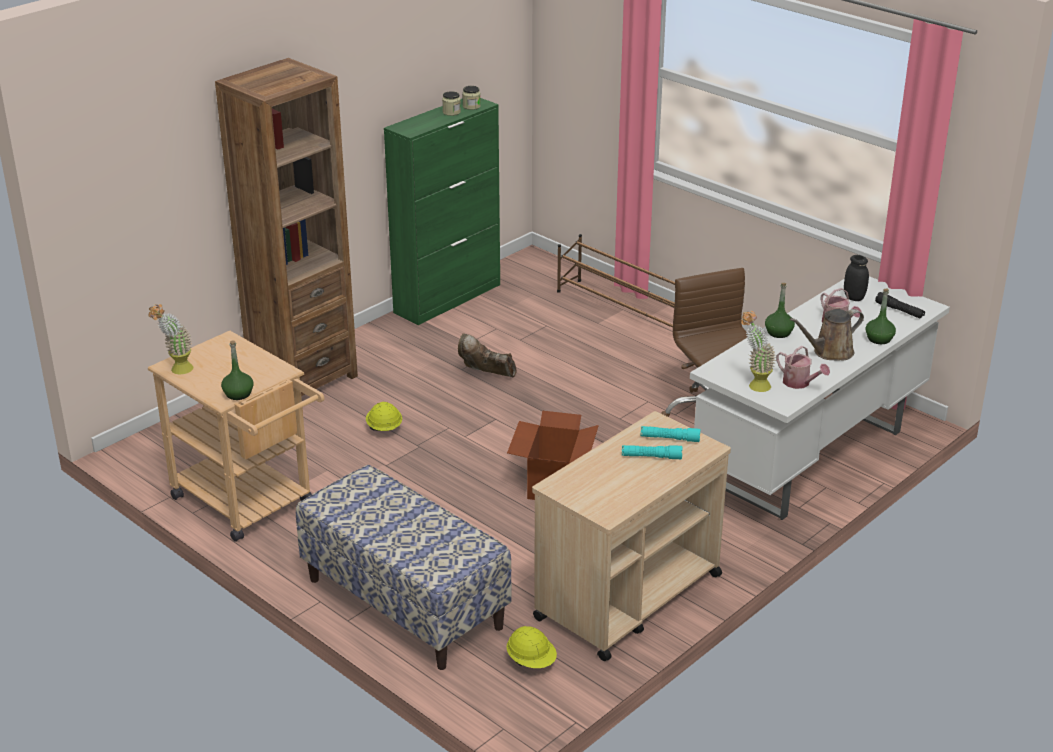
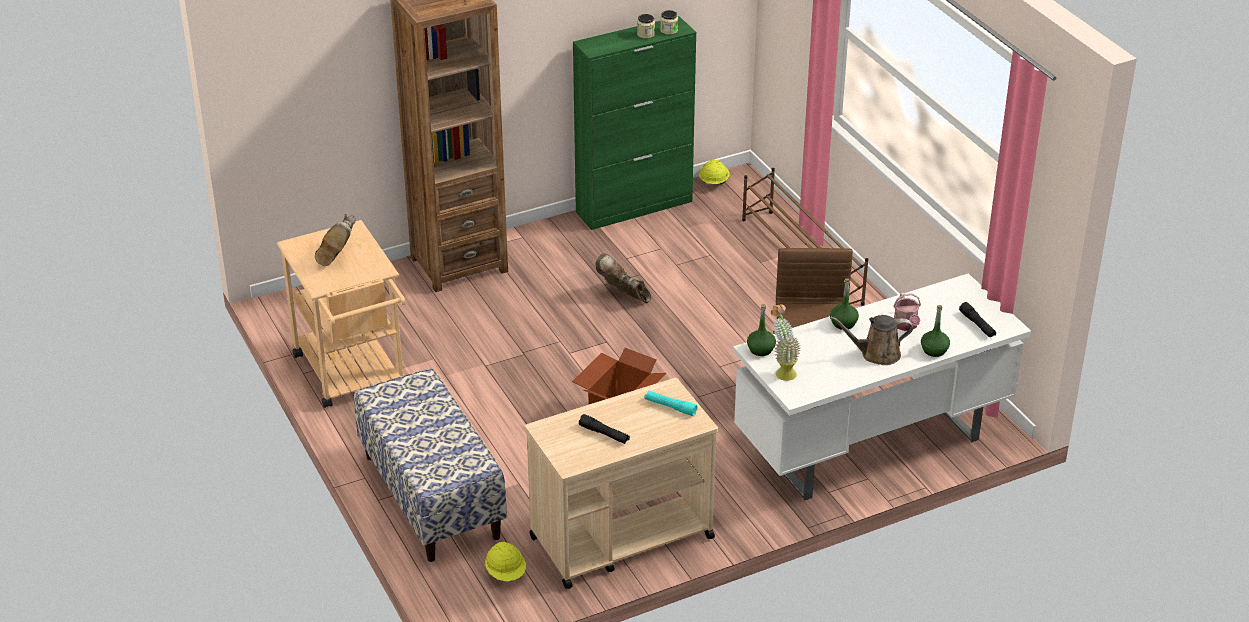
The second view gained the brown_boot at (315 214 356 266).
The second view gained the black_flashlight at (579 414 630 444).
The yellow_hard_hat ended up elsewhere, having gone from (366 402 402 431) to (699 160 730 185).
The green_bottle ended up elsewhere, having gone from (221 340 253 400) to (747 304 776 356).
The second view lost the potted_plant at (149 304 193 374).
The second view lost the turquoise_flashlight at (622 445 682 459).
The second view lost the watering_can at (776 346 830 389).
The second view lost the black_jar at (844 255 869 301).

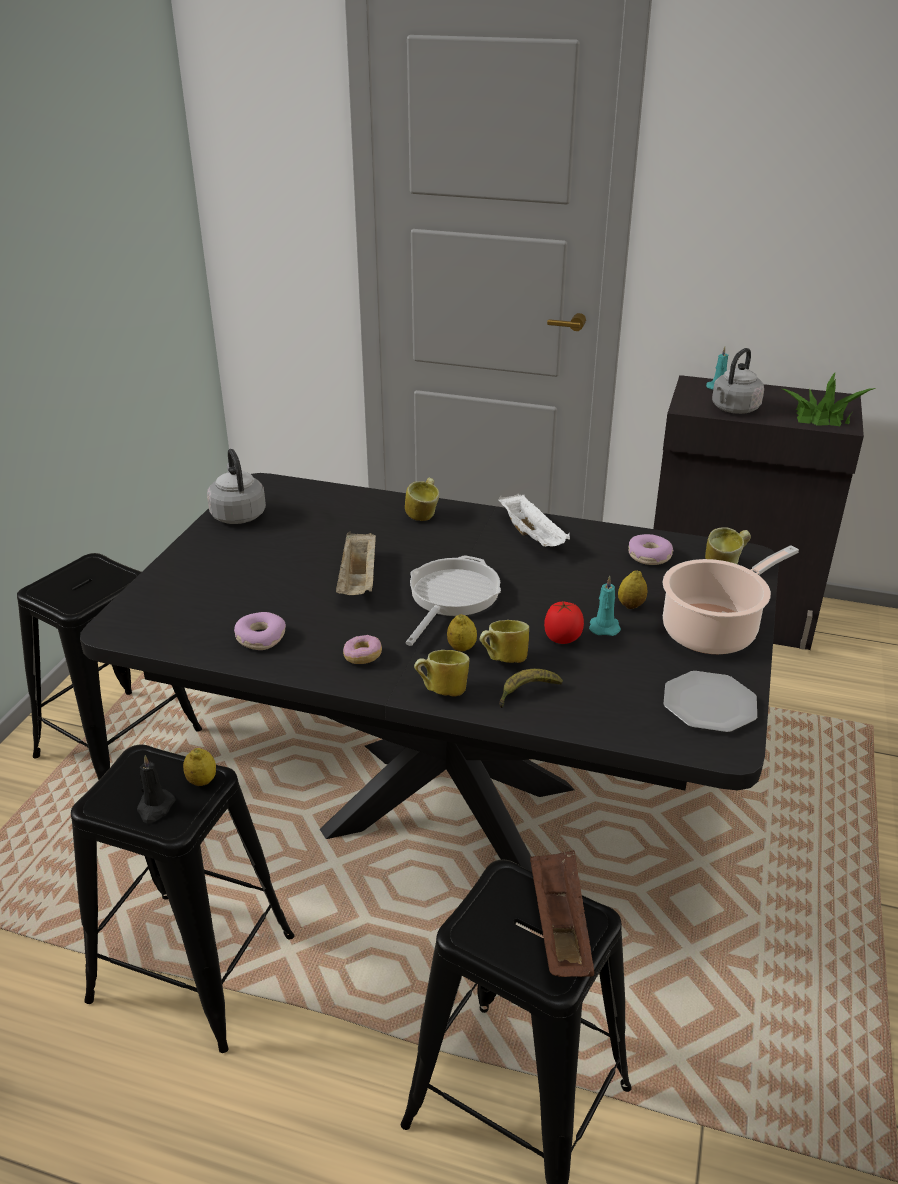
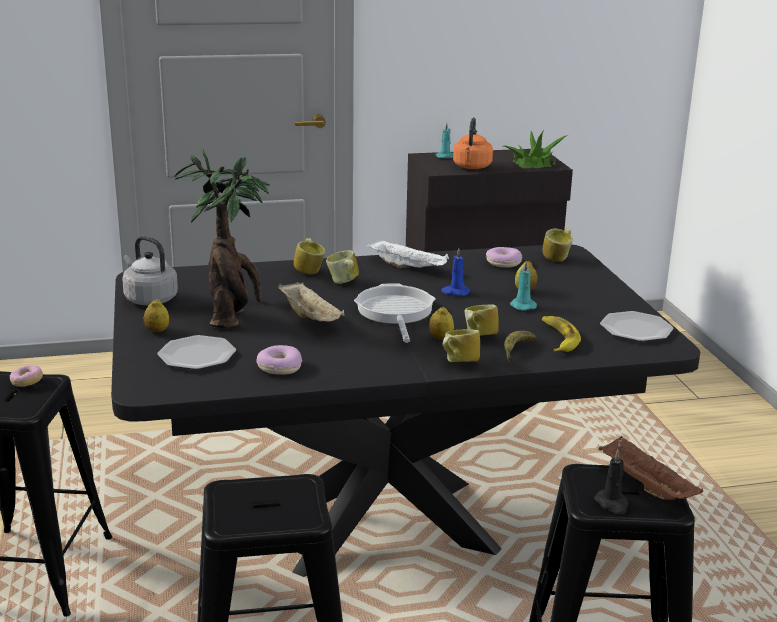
The donut ended up elsewhere, having gone from (343 635 382 664) to (10 365 43 387).
The lemon ended up elsewhere, having gone from (183 748 216 786) to (144 299 169 333).
The second view gained the plate at (157 335 236 370).
The second view gained the potted_plant at (174 146 270 328).
The second view gained the mug at (326 250 359 284).
The second view gained the blue_candle at (441 248 471 296).
What was the grey_kettle at (712 348 764 414) turned into the orange_kettle at (453 117 493 169).
The second view gained the banana at (542 316 581 352).
The black_candle ended up elsewhere, having gone from (137 755 175 823) to (594 450 629 514).
The second view lost the tomato at (544 602 584 644).
The second view lost the cooking_pot at (663 545 799 654).

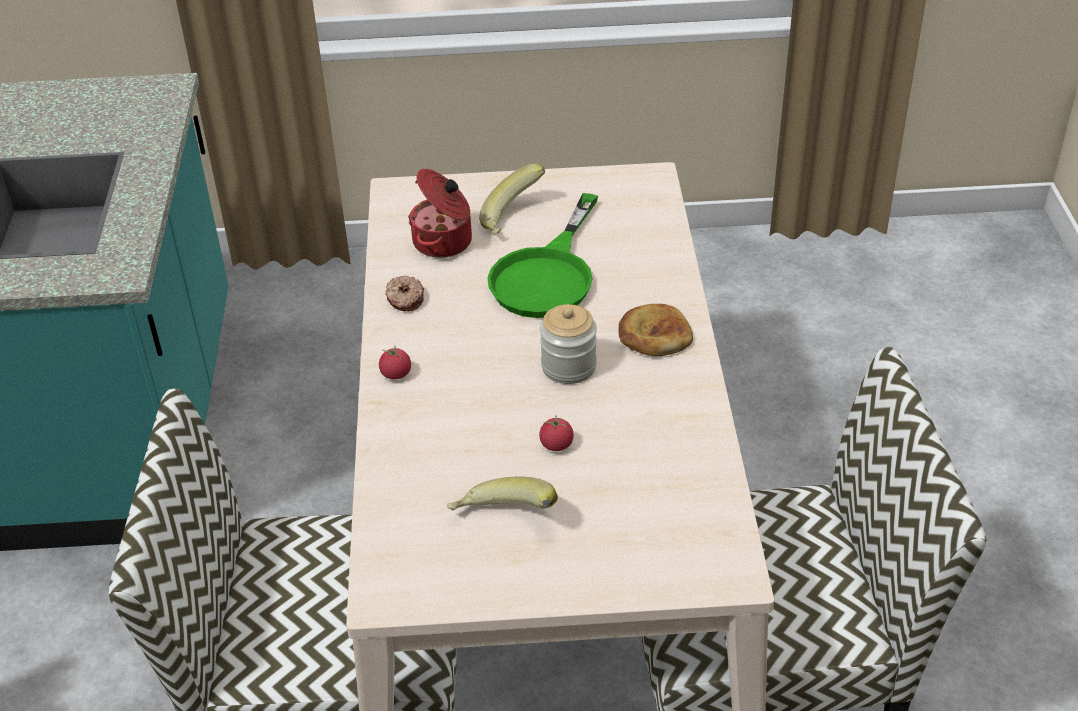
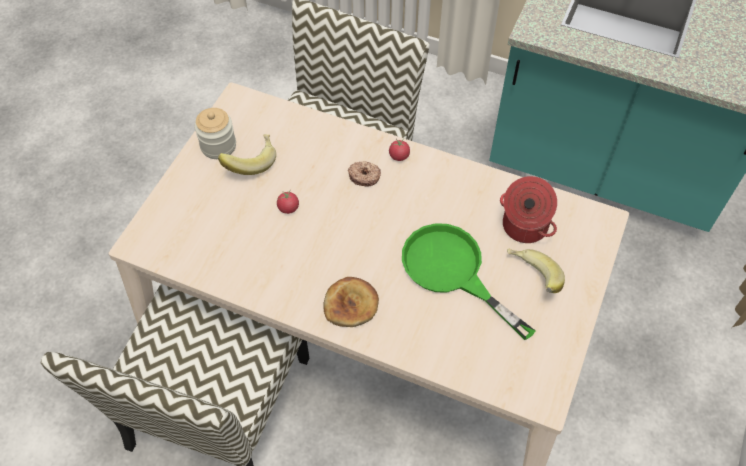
The jar ended up elsewhere, having gone from (540 304 597 384) to (195 108 236 159).
The donut ended up elsewhere, having gone from (386 276 424 312) to (348 162 381 187).

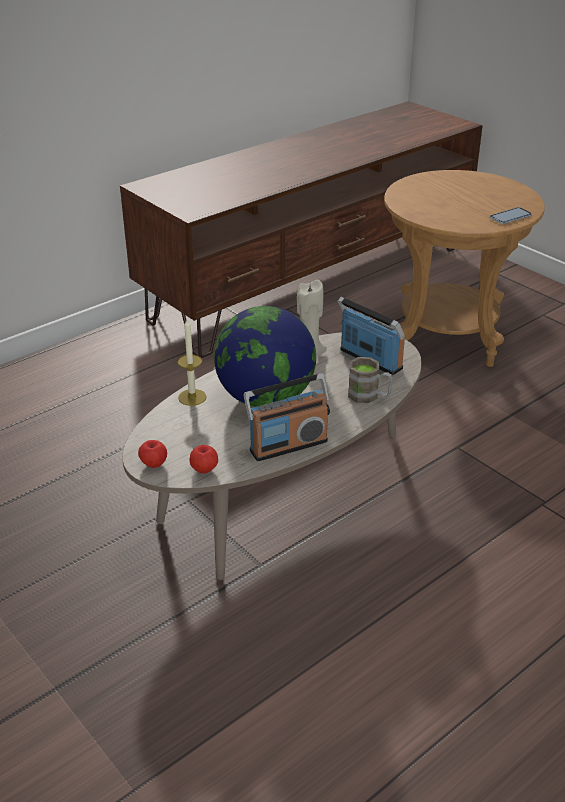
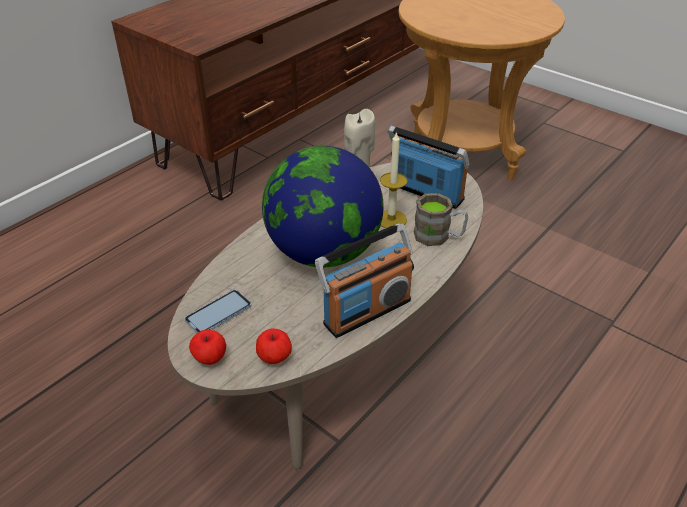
The phone ended up elsewhere, having gone from (489 207 532 224) to (184 290 251 333).
The candle ended up elsewhere, having gone from (178 319 207 406) to (380 131 408 228).

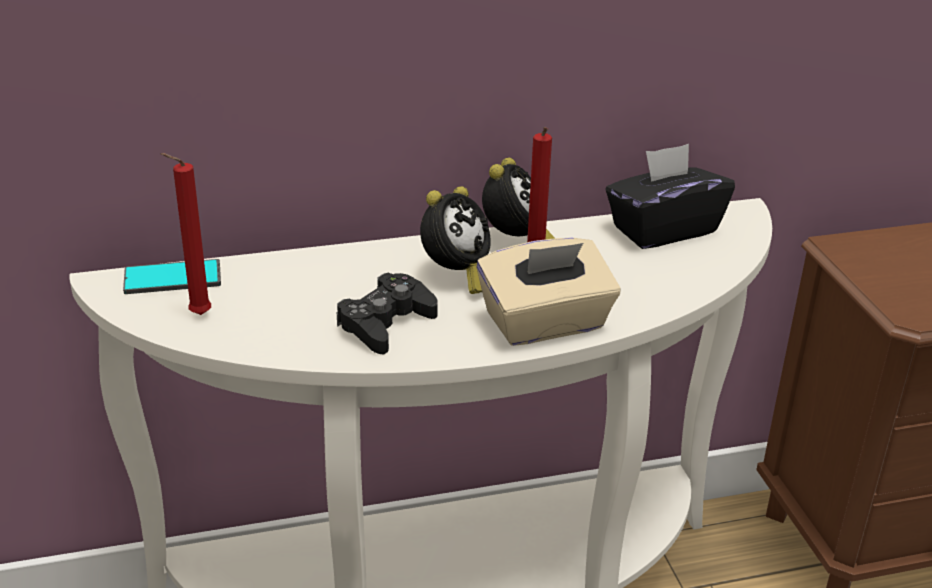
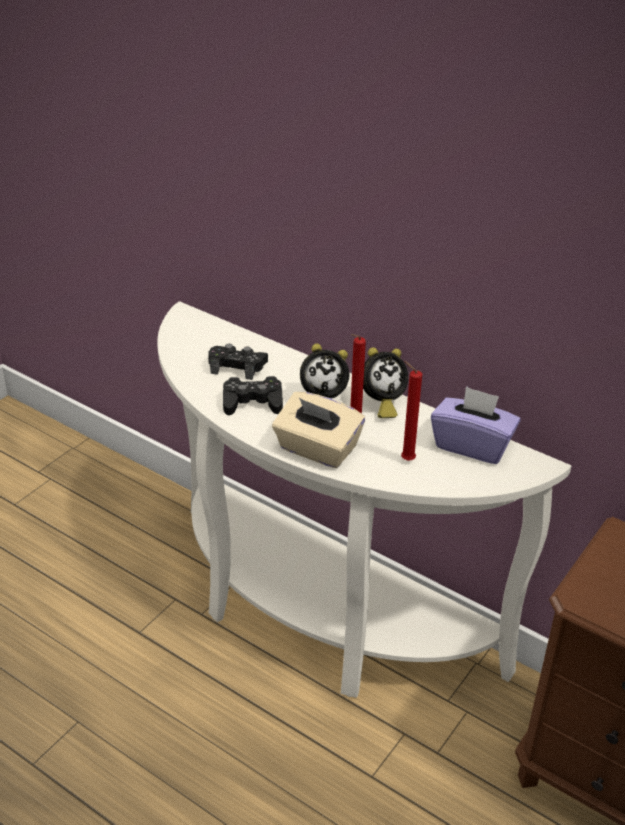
The second view gained the black_game_controller at (208 344 268 380).
The red_candle ended up elsewhere, having gone from (161 153 211 315) to (401 361 422 461).
What was the black_tissue_box at (606 144 735 249) turned into the purple_tissue_box at (431 386 521 464).
The second view lost the phone at (123 259 221 294).

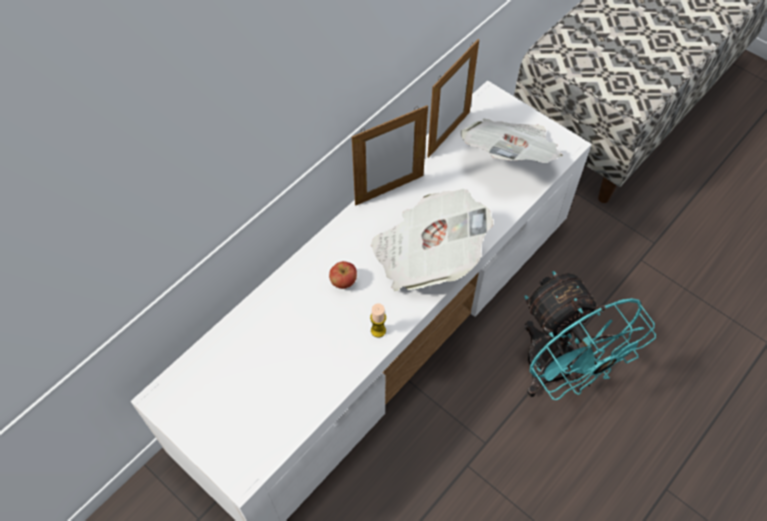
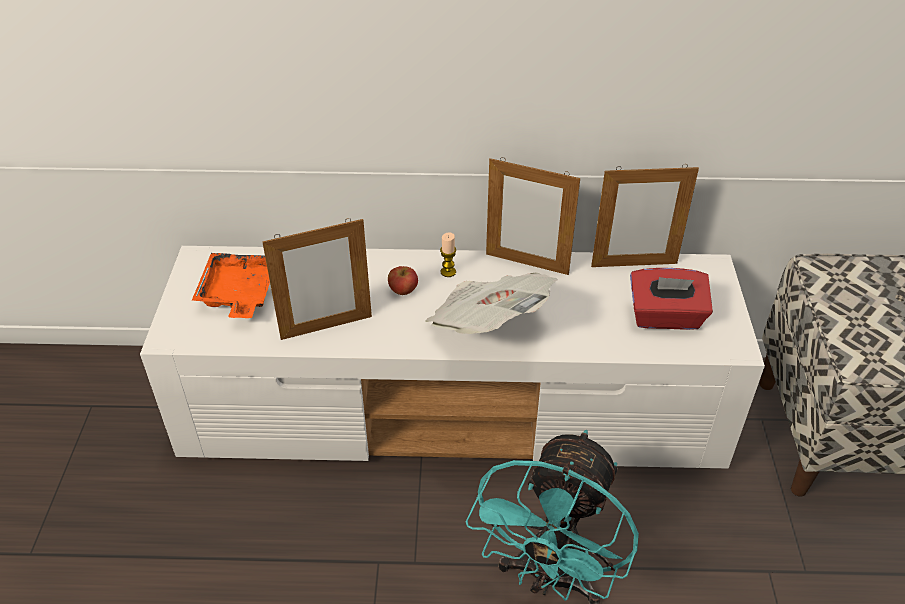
The second view gained the orange_tray at (192 253 270 318).
The second view gained the picture_frame at (262 218 372 340).
The candle ended up elsewhere, having gone from (370 303 386 338) to (440 232 456 277).
Where the newspaper stood at (460 119 563 163), the red_tissue_box came to stand at (630 268 713 330).

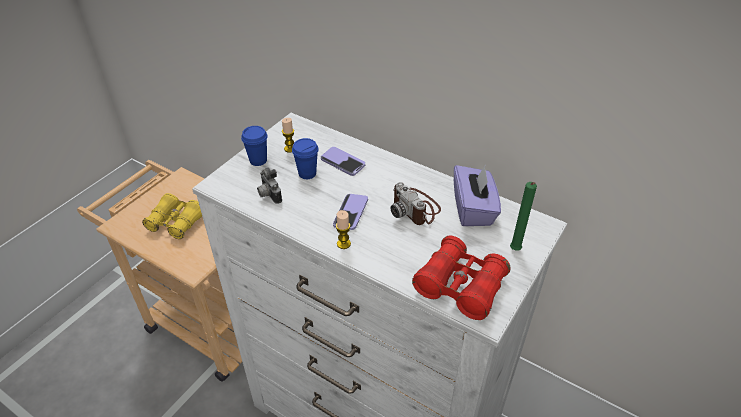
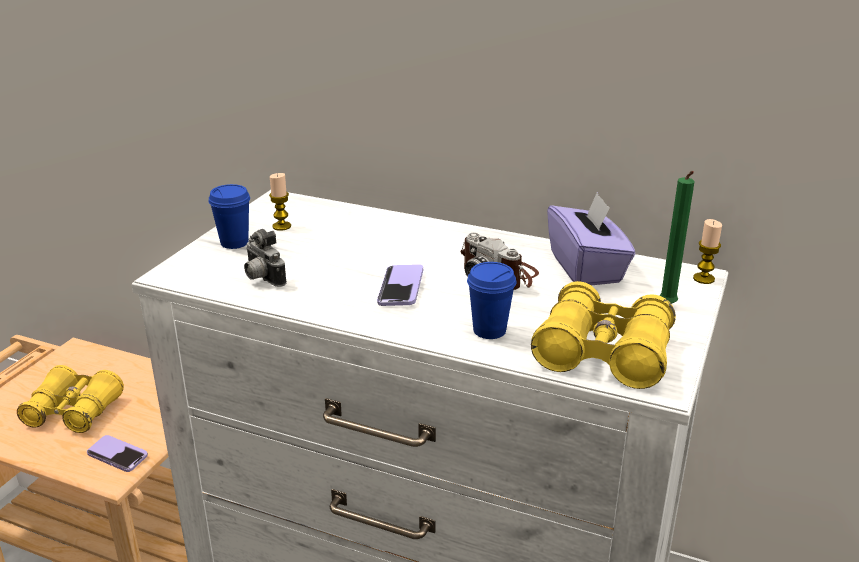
The phone ended up elsewhere, having gone from (321 147 365 176) to (87 435 148 472).
The blue_cup ended up elsewhere, having gone from (292 138 319 179) to (467 262 517 339).
What was the red_binoculars at (412 236 511 320) turned into the yellow_binoculars at (531 281 676 389).
The candle ended up elsewhere, having gone from (336 210 351 249) to (693 219 722 284).

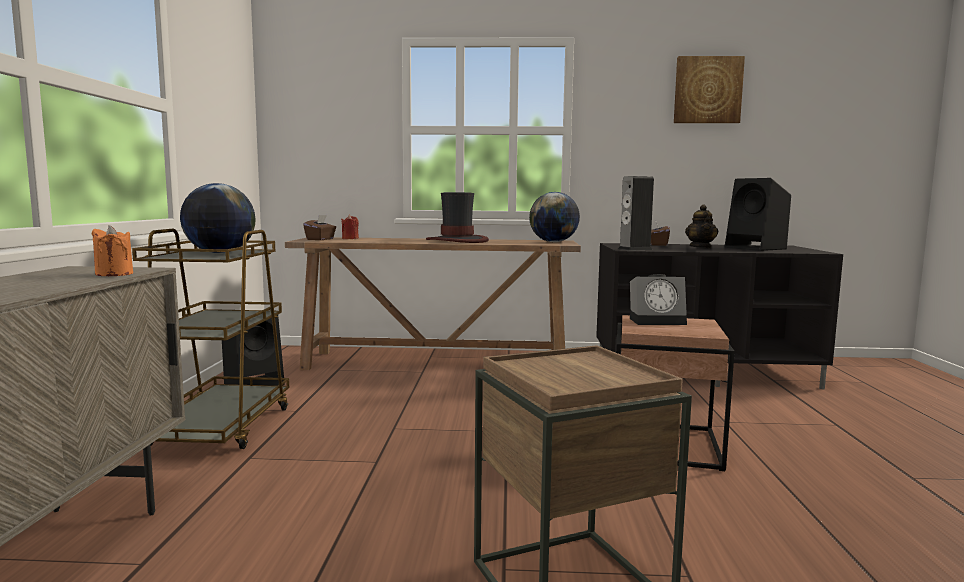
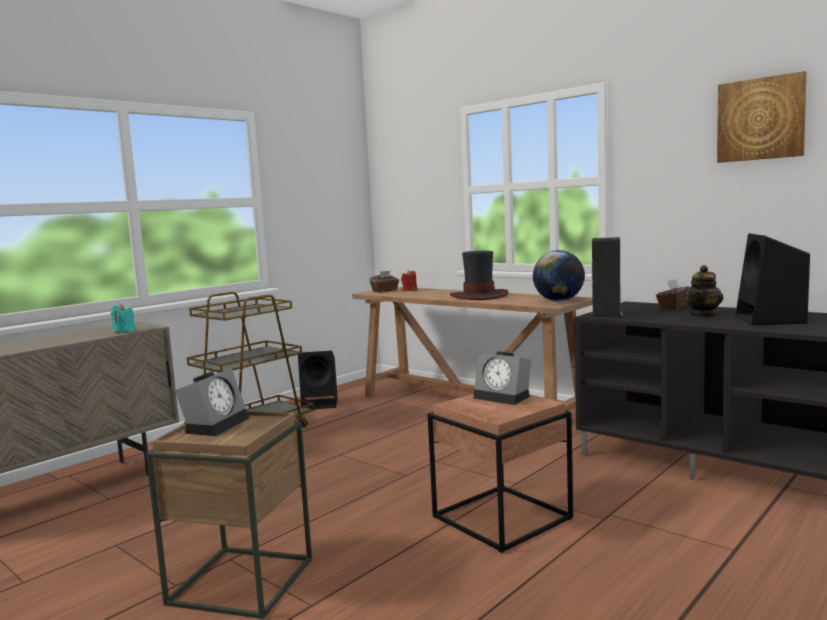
What was the orange_candle at (91 225 133 276) turned into the turquoise_candle at (111 304 135 334).
The second view gained the alarm_clock at (175 368 249 436).
The second view lost the globe at (180 183 256 253).

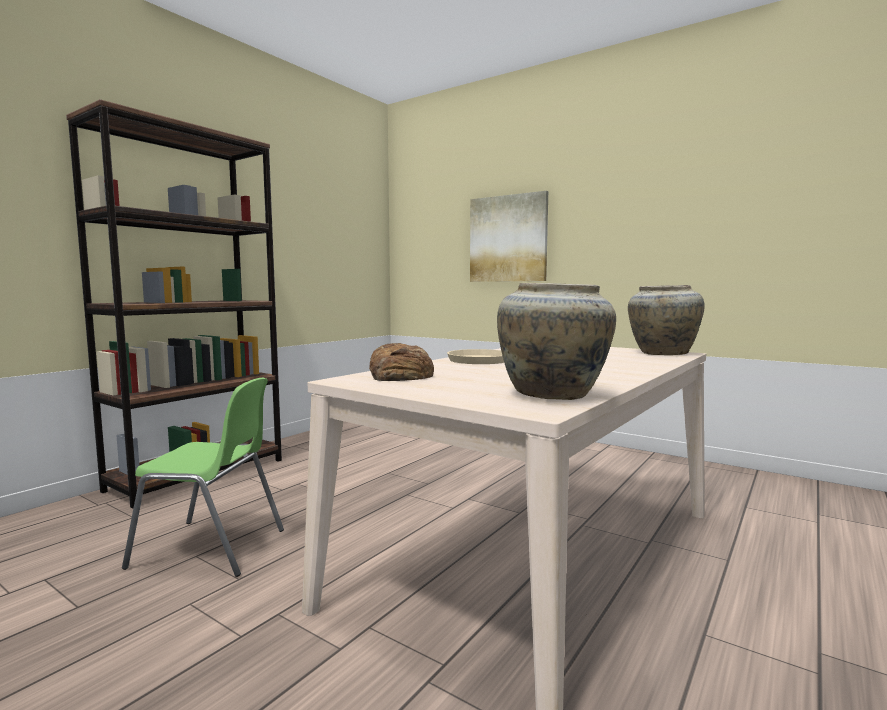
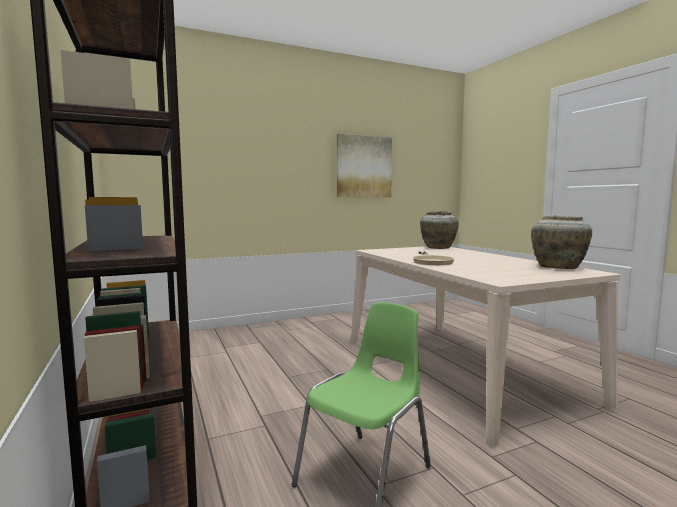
The picture ended up elsewhere, having gone from (470 191 548 282) to (337 134 392 198).
The second view lost the bread at (369 343 434 381).

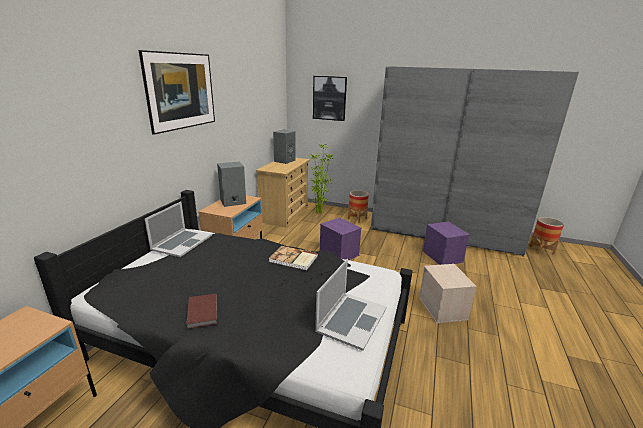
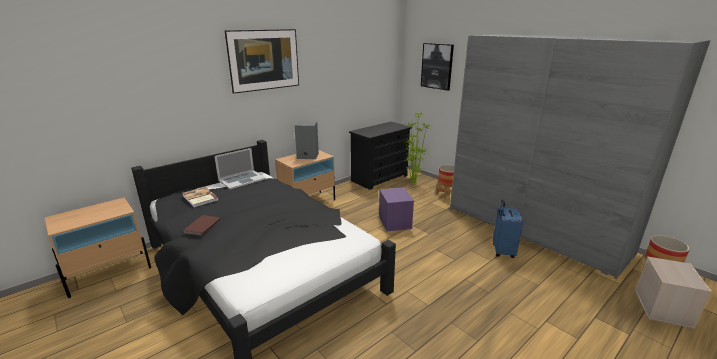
The book ended up elsewhere, having gone from (269 246 318 271) to (183 187 219 208).
What was the beige_dresser at (256 158 310 227) turned into the black_dresser at (349 122 411 190).
Where the purple_storage_box stood at (423 221 470 265), the blue_suitcase came to stand at (493 199 523 258).
The beige_storage_box ended up elsewhere, having gone from (419 264 477 324) to (635 256 712 329).
The second view lost the grey_speaker at (273 130 296 164).
The second view lost the laptop at (315 259 387 351).

